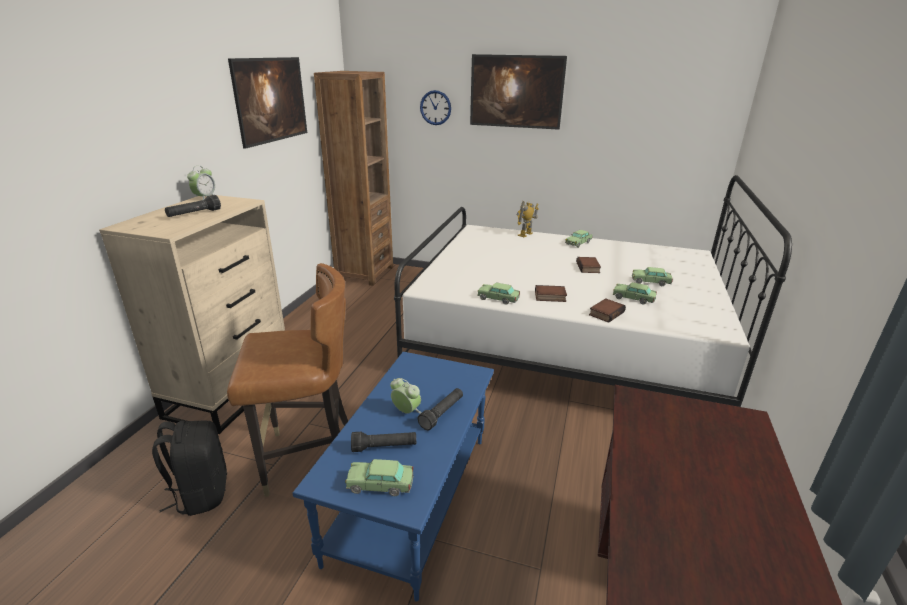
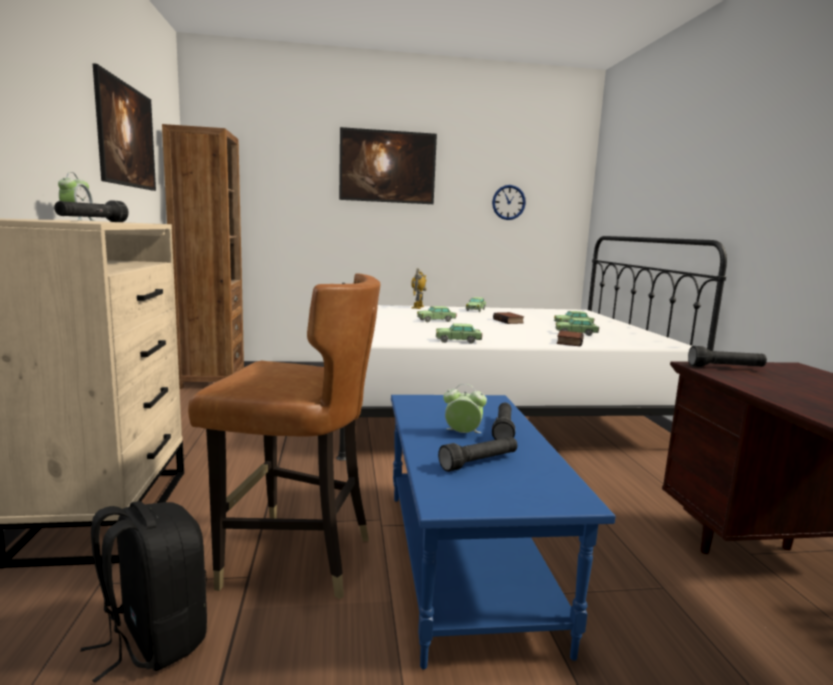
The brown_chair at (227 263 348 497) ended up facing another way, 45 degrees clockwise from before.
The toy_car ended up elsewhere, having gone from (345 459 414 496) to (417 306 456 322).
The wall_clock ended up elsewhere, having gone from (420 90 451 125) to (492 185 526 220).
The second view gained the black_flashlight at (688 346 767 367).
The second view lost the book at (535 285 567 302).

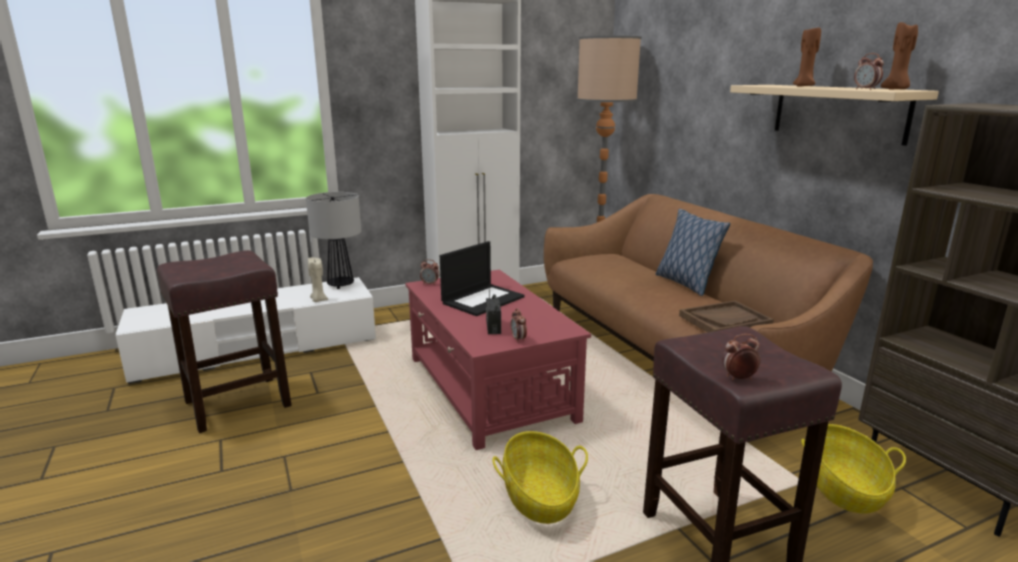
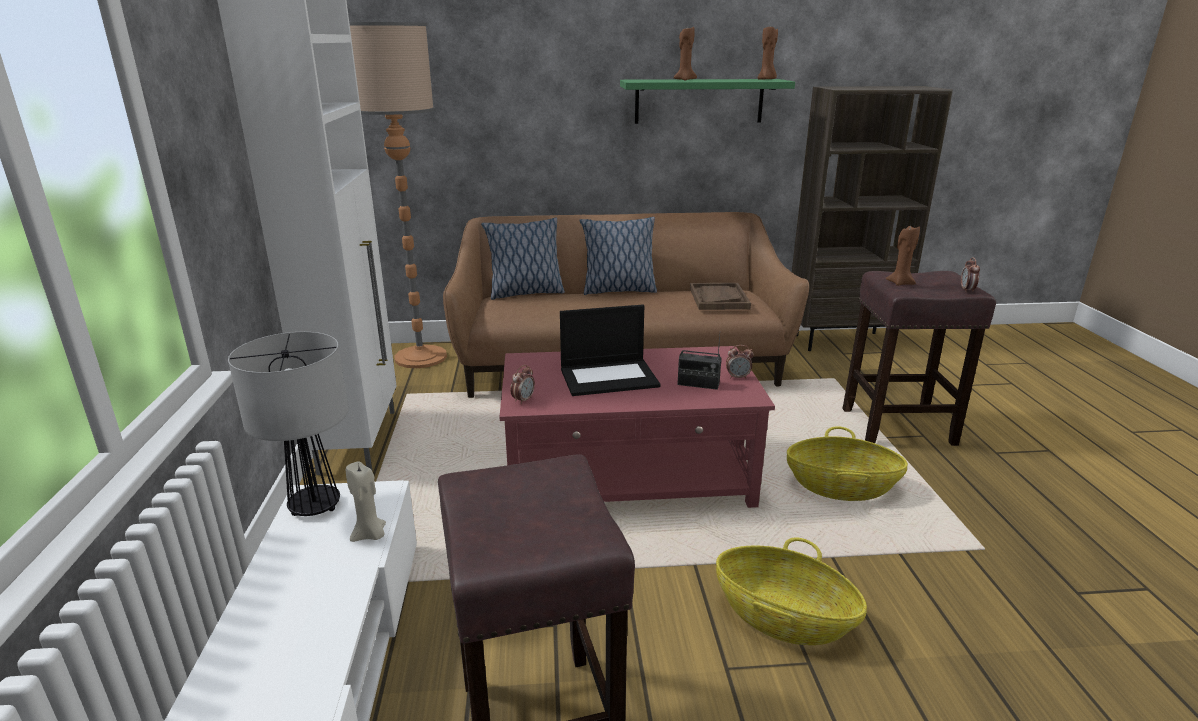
The second view gained the pillow at (481 218 565 300).
The laptop at (440 241 525 316) ended up facing another way, 105 degrees clockwise from before.
What was the beige_shelf at (730 85 939 146) turned into the green_shelf at (620 79 795 124).
The basket ended up elsewhere, having gone from (801 424 906 514) to (716 537 867 645).
The second view gained the brown_candle at (886 225 920 286).
The second view lost the alarm_clock at (854 53 884 90).

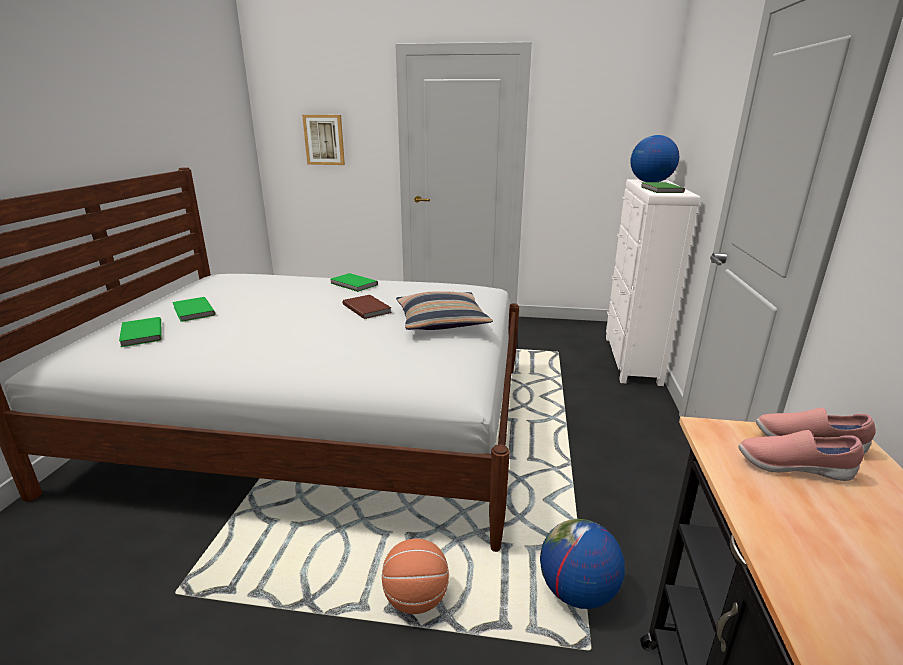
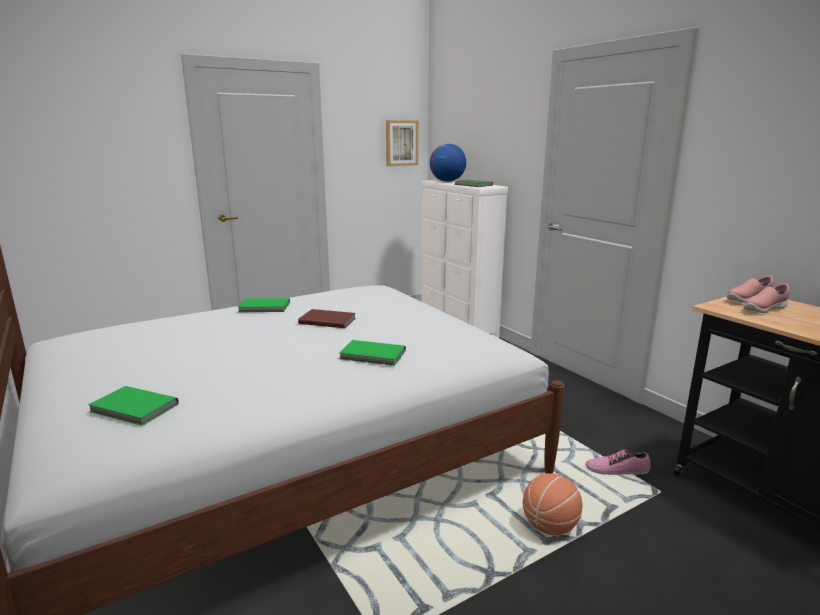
The green_book ended up elsewhere, having gone from (172 297 215 322) to (339 340 406 366).
The picture ended up elsewhere, having gone from (302 115 345 165) to (386 120 418 166).
Where the globe stood at (540 519 625 609), the shoe came to stand at (586 449 651 475).
The second view lost the pillow at (396 291 493 330).

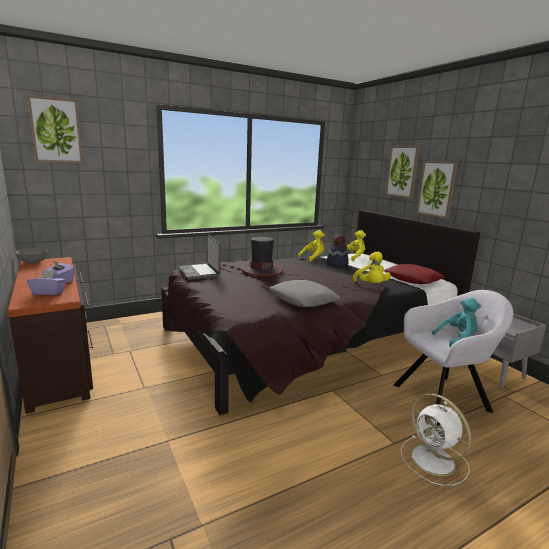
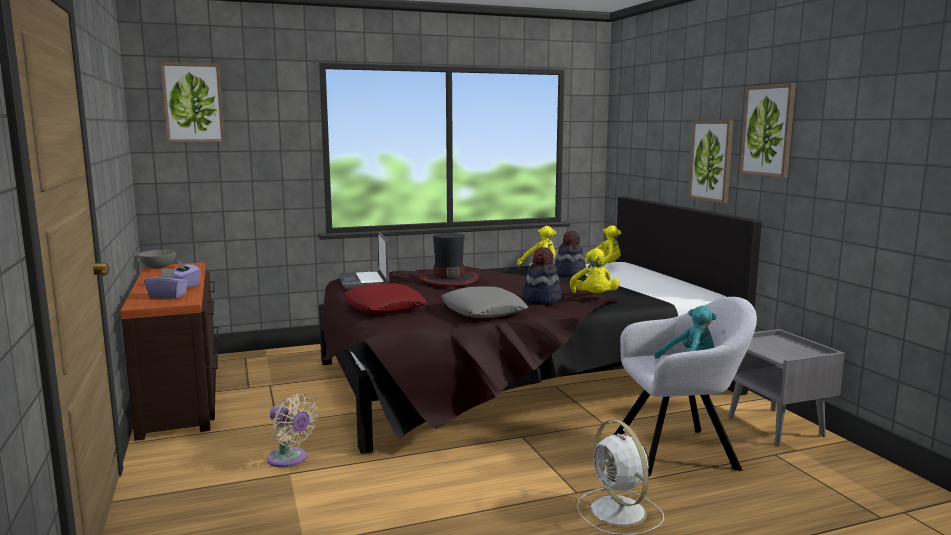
The second view gained the beige_fan at (267 394 318 468).
The red_pillow ended up elsewhere, having gone from (384 264 445 284) to (343 283 427 314).
The second view gained the hat at (522 247 562 304).
The picture ended up elsewhere, having gone from (385 146 420 198) to (740 83 796 178).

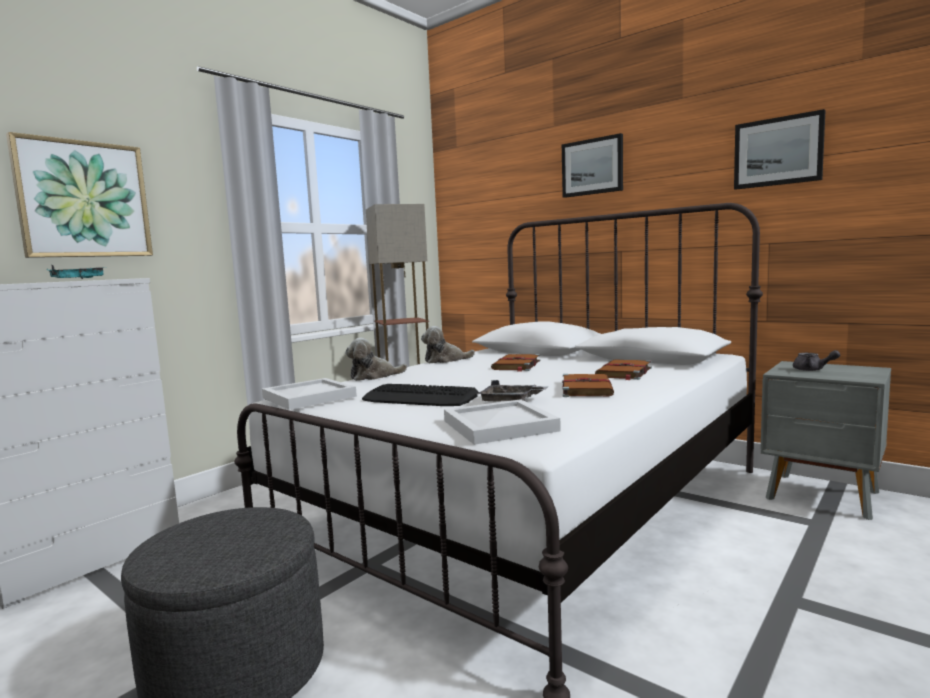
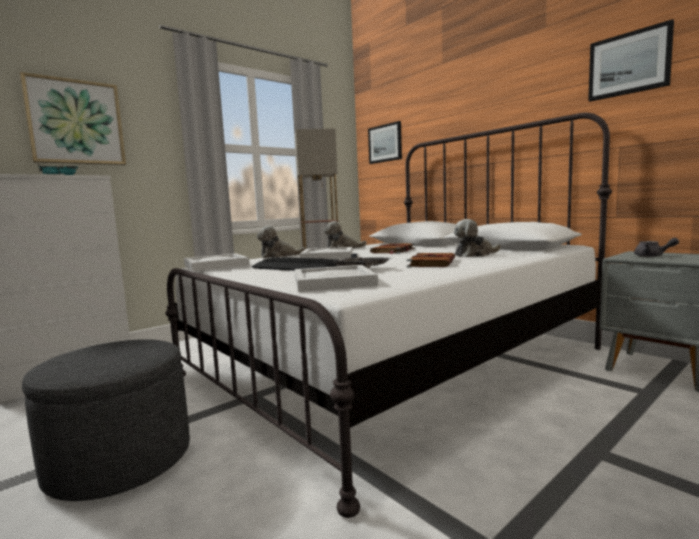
The second view gained the white_tray at (300 247 352 260).
The picture ended up elsewhere, having gone from (562 133 623 198) to (368 121 402 164).
Where the brown_book stood at (595 359 652 380), the plush_toy came to stand at (454 219 501 257).

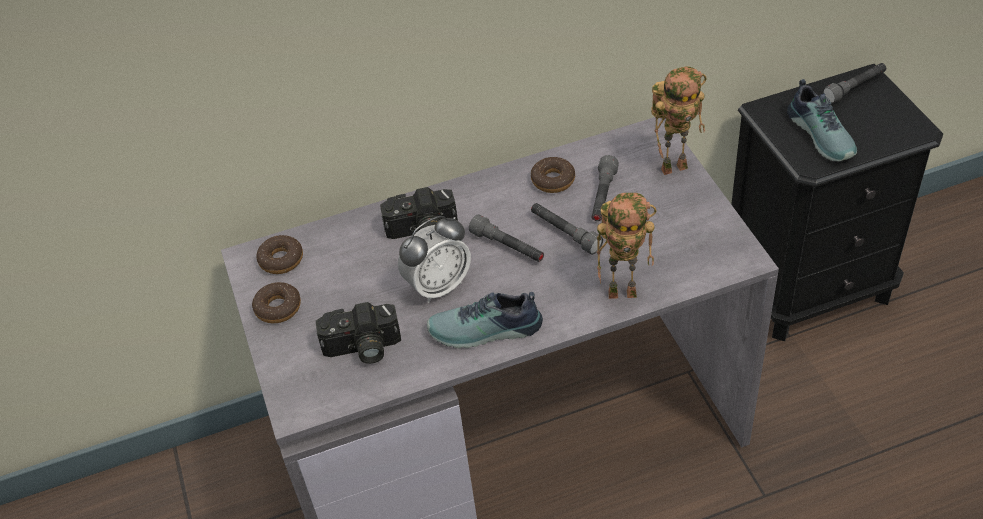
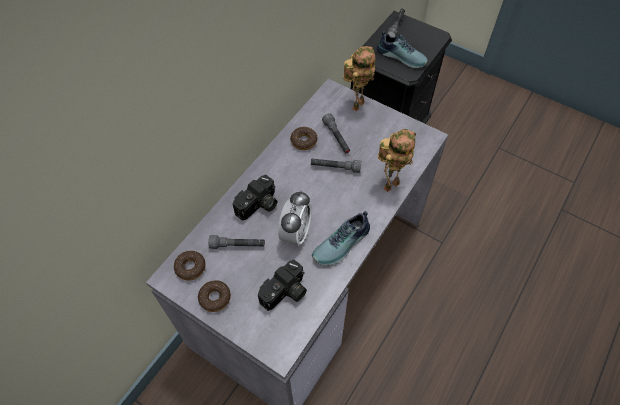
The grey_flashlight ended up elsewhere, having gone from (469 214 544 262) to (208 235 265 249).

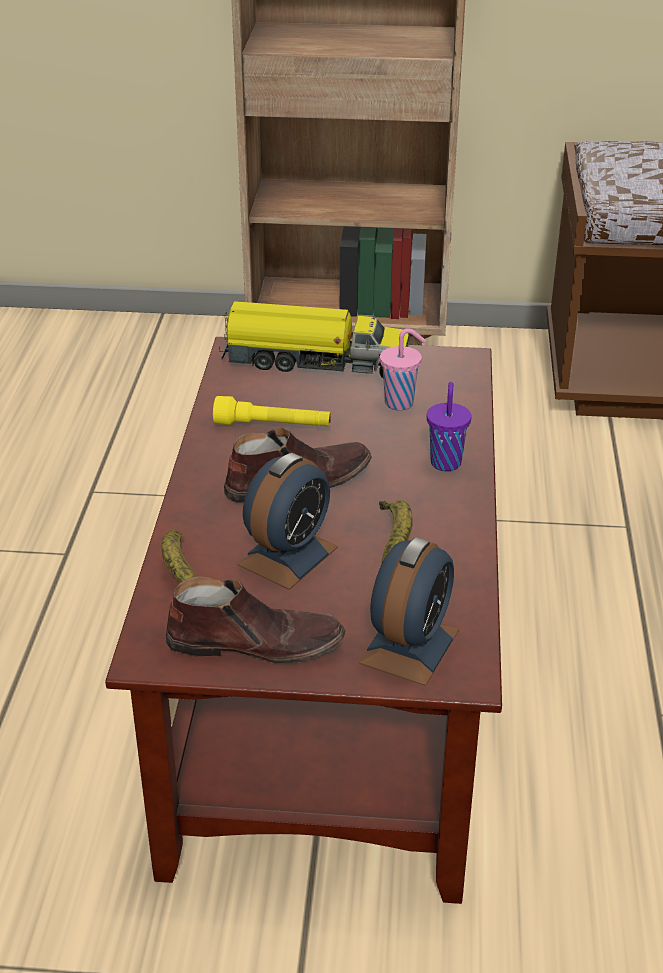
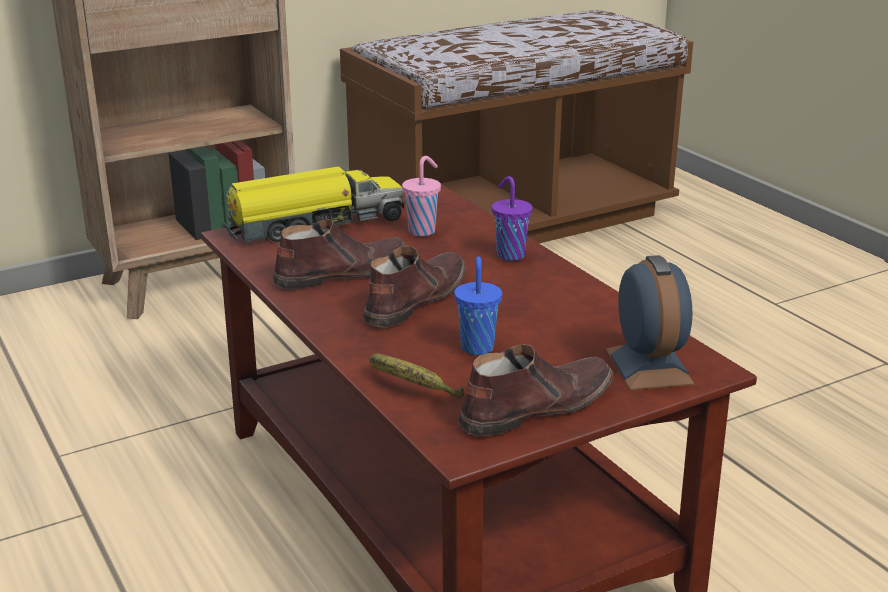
Where the yellow_flashlight stood at (213 396 331 427), the brown_shoe came to stand at (273 219 407 289).
Where the alarm_clock stood at (237 453 338 590), the blue_cup came to stand at (454 256 502 355).
The second view lost the banana at (379 500 413 563).

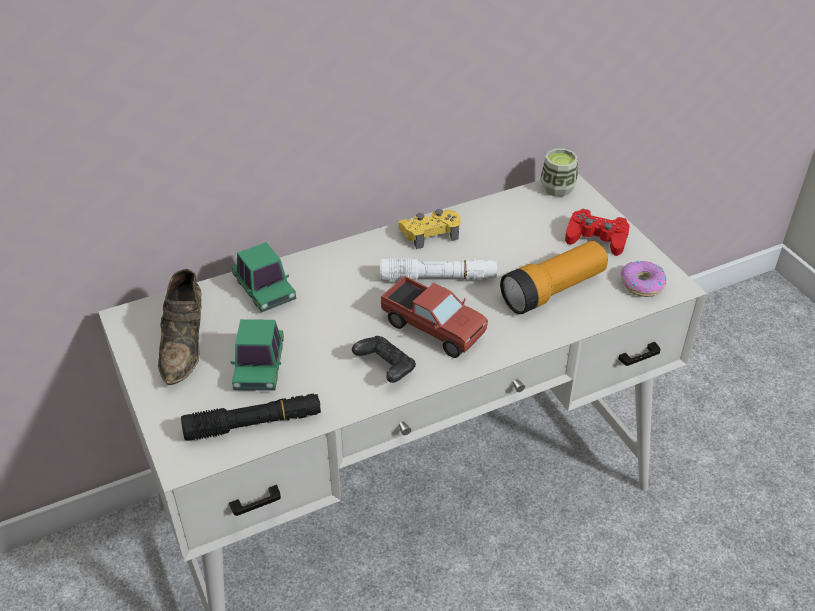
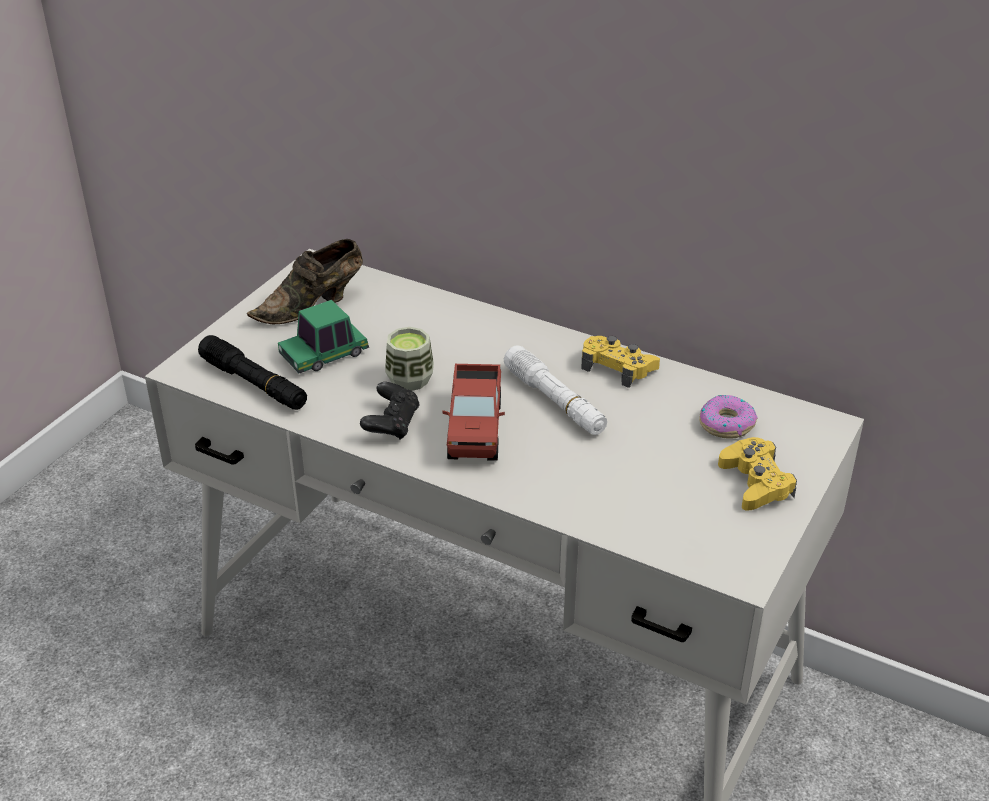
The cup ended up elsewhere, having gone from (540 149 578 196) to (385 327 434 391).
The donut ended up elsewhere, having gone from (621 261 666 297) to (699 395 758 439).
What was the red_game_controller at (565 209 630 256) turned into the yellow_game_controller at (718 437 797 511).
The second view lost the toy_car at (232 242 296 312).
The second view lost the flashlight at (500 241 608 314).

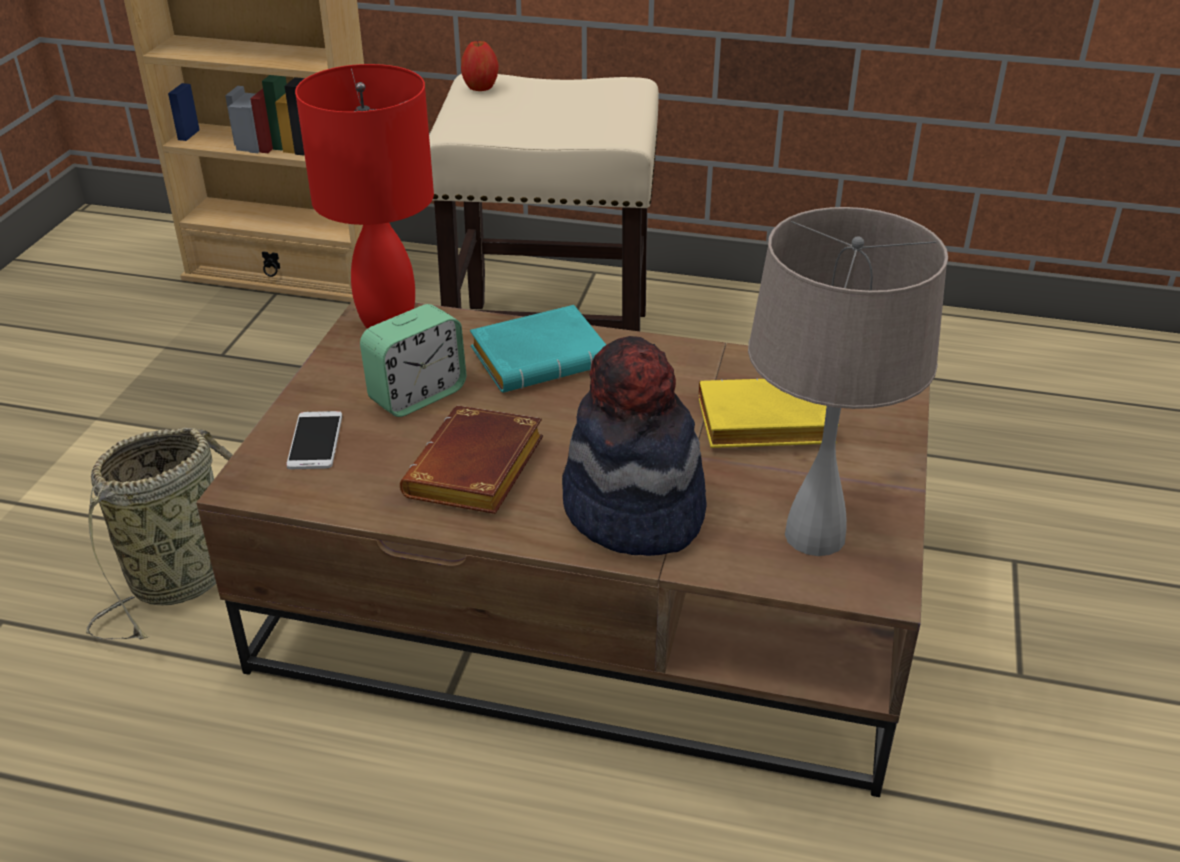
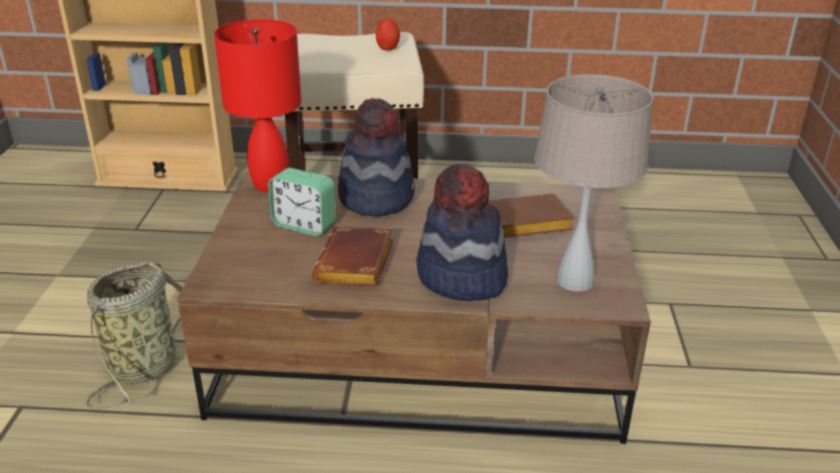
The alarm_clock at (360 304 466 417) ended up facing another way, 75 degrees clockwise from before.
Where the turquoise_book stood at (470 305 606 393), the hat came to stand at (338 98 415 217).
The apple ended up elsewhere, having gone from (461 40 499 91) to (376 18 400 50).
What was the yellow_book at (699 378 839 448) turned into the brown_book at (488 194 574 238).
The second view lost the phone at (286 411 342 469).

